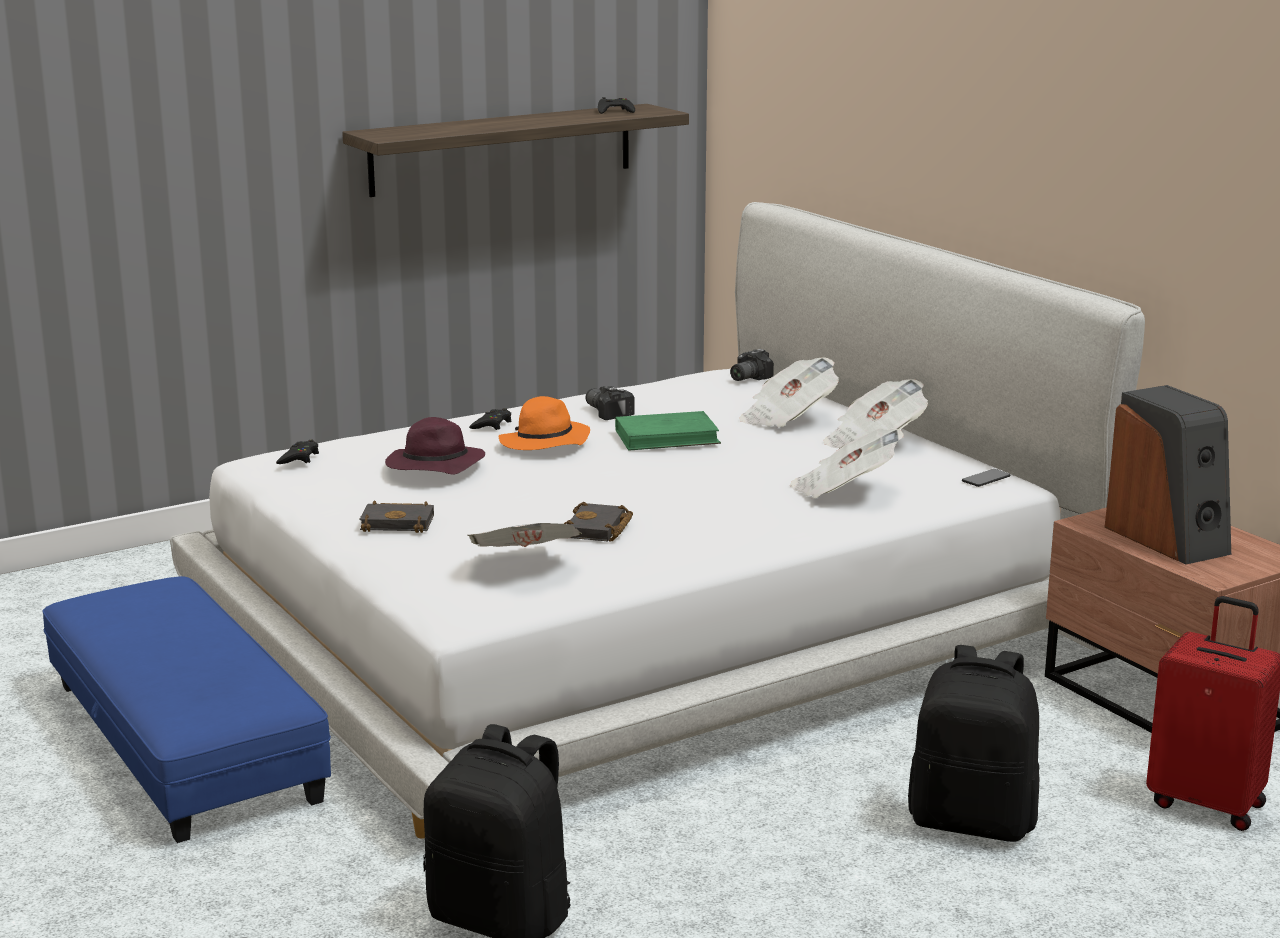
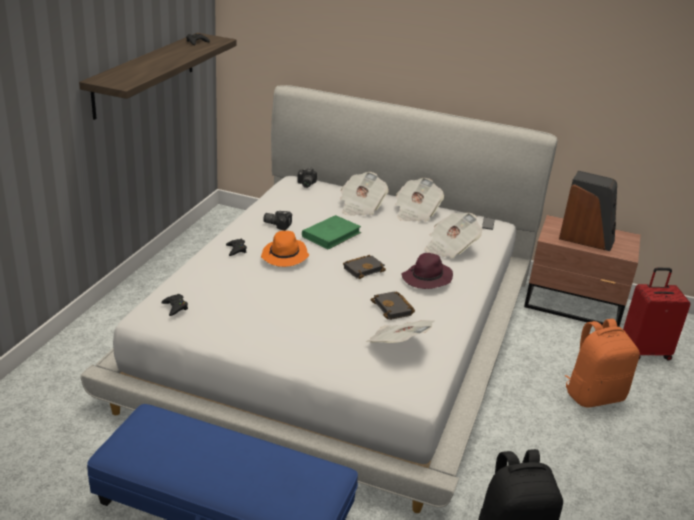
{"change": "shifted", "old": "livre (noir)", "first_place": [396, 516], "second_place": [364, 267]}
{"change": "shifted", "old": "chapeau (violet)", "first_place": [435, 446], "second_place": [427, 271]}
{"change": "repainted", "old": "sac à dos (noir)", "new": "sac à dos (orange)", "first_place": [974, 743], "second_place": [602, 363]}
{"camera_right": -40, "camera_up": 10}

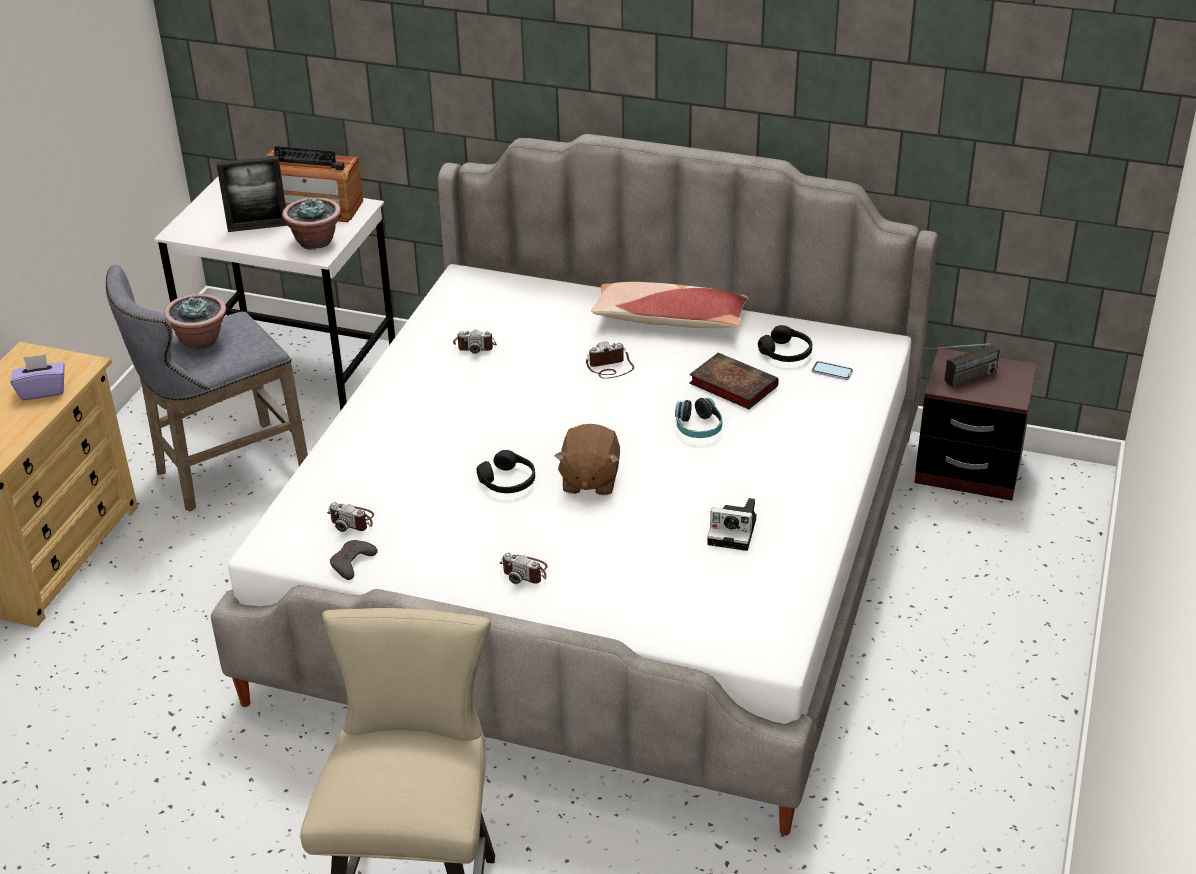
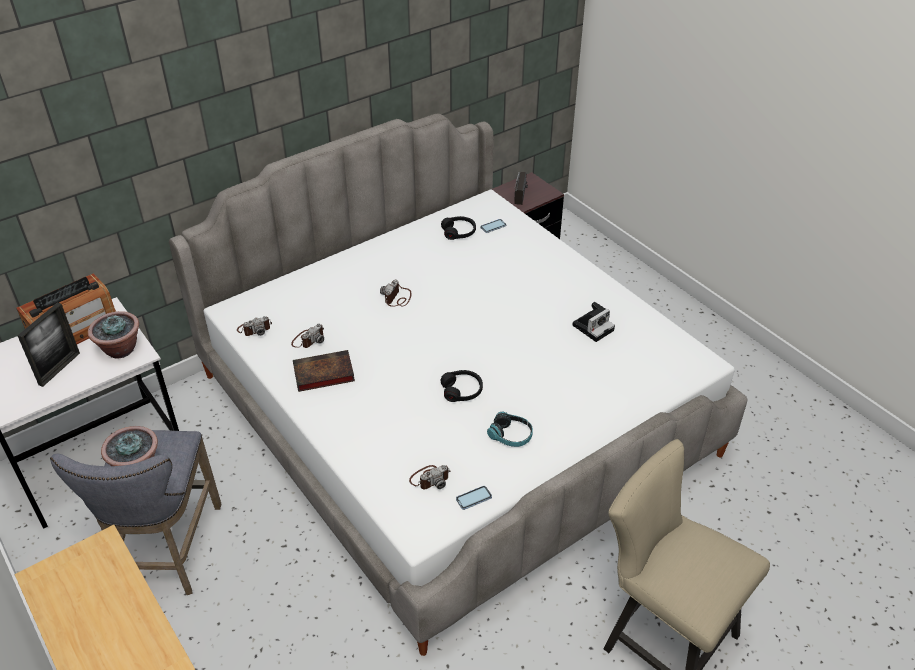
{"change": "shifted", "old": "appareil photo", "first_place": [524, 568], "second_place": [254, 326]}
{"change": "shifted", "old": "livre", "first_place": [734, 380], "second_place": [324, 371]}
{"change": "swapped", "old": "manette (gris)", "new": "téléphone", "first_place": [354, 560], "second_place": [474, 498]}
{"change": "shifted", "old": "casque audio", "first_place": [698, 418], "second_place": [510, 429]}
{"change": "gone", "old": "boîte à mouchoirs (violet)", "first_place": [37, 377]}
{"change": "gone", "old": "peluche (marron)", "first_place": [587, 459]}
{"change": "gone", "old": "coussin", "first_place": [669, 305]}
{"camera_right": -55, "camera_up": 5}

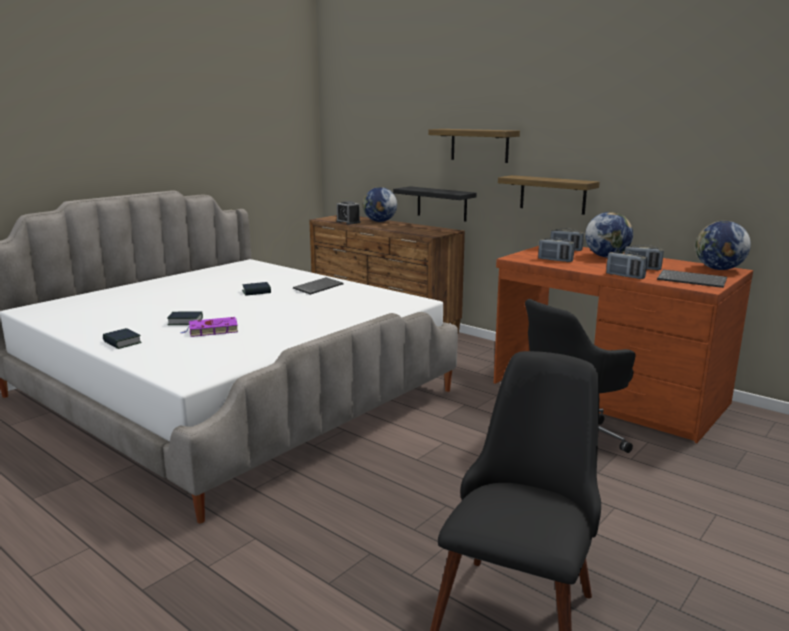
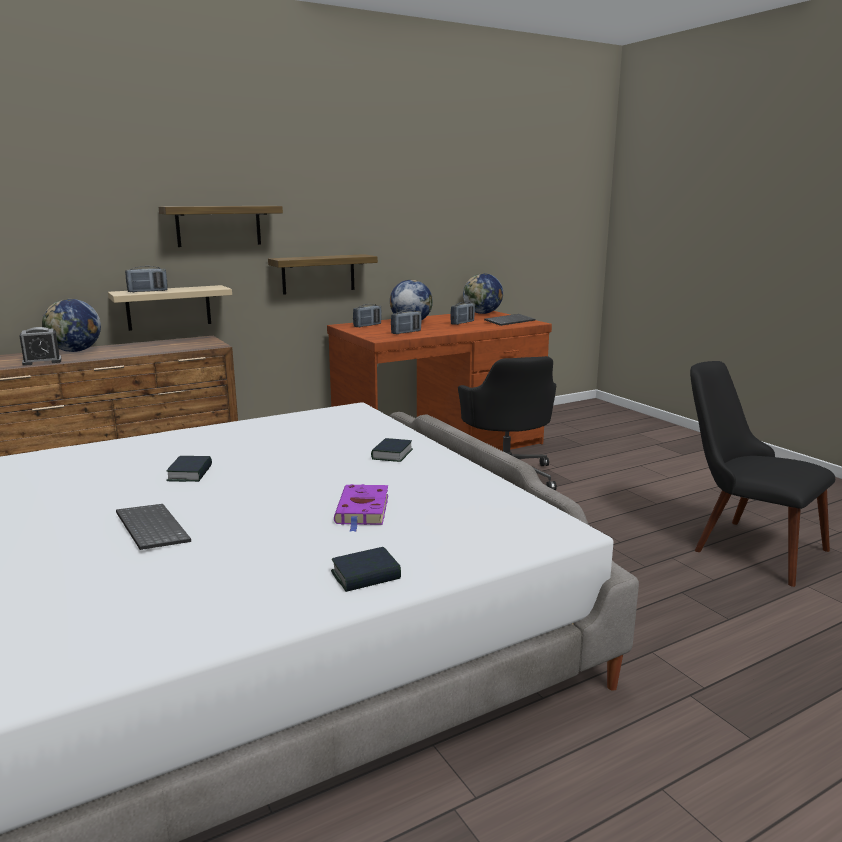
{"change": "repainted", "old": "étagère (noir)", "new": "étagère (beige)", "first_place": [435, 203], "second_place": [170, 308]}
{"change": "shifted", "old": "clavier", "first_place": [318, 286], "second_place": [153, 527]}
{"change": "shifted", "old": "radio", "first_place": [627, 265], "second_place": [146, 279]}
{"change": "shifted", "old": "livre", "first_place": [185, 318], "second_place": [392, 450]}
{"camera_right": -70, "camera_up": 0}

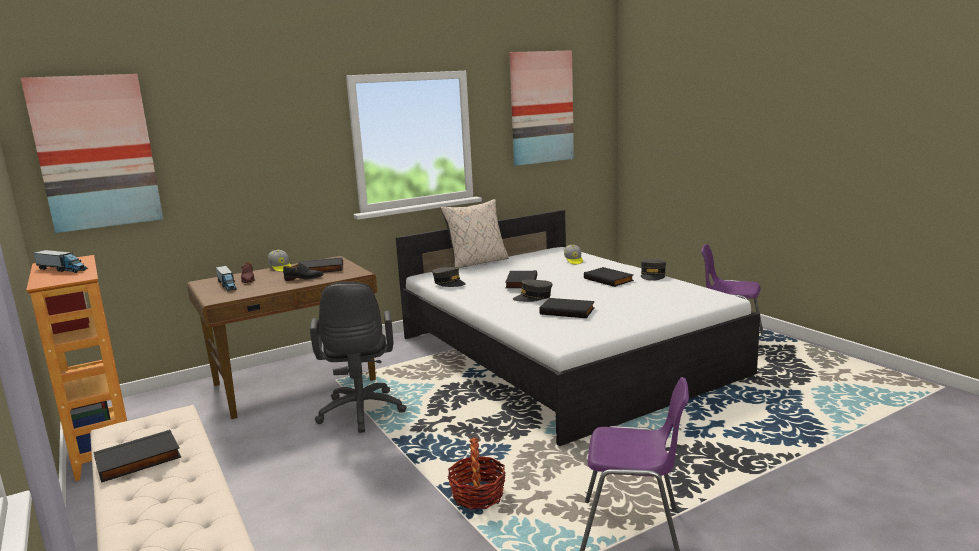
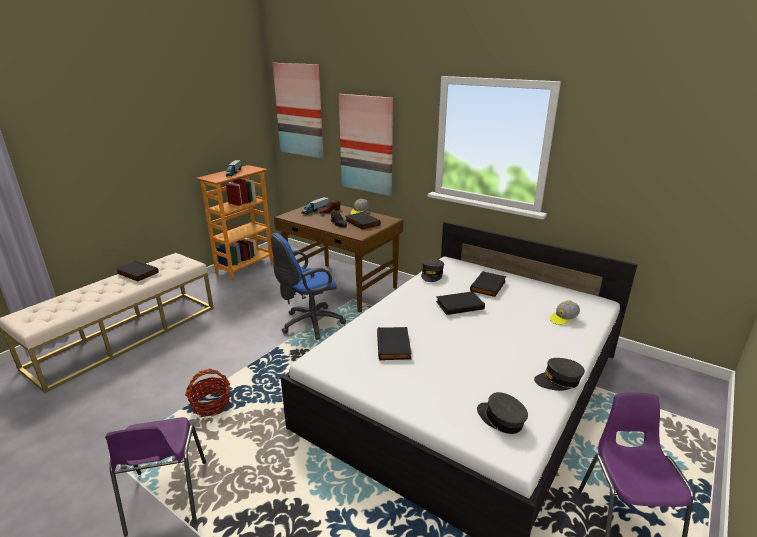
{"change": "repainted", "old": "chaise de bureau (noir)", "new": "chaise de bureau (bleu)", "first_place": [358, 357], "second_place": [308, 286]}
{"change": "shifted", "old": "tableau", "first_place": [541, 108], "second_place": [366, 145]}
{"change": "shifted", "old": "livre (noir)", "first_place": [609, 277], "second_place": [488, 284]}
{"change": "shifted", "old": "casquette (gris)", "first_place": [533, 291], "second_place": [502, 413]}
{"change": "gone", "old": "coussin (beige)", "first_place": [475, 233]}
{"camera_right": 65, "camera_up": 10}

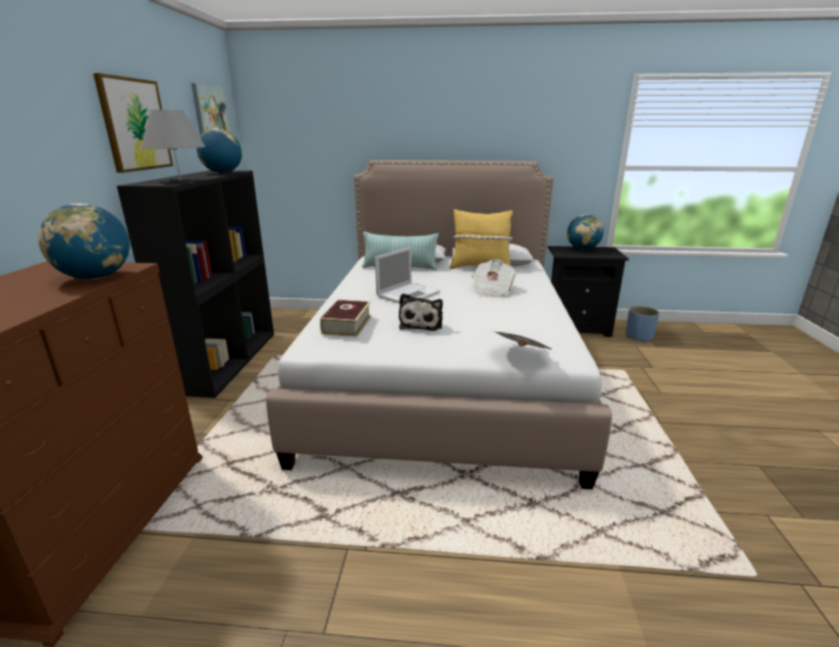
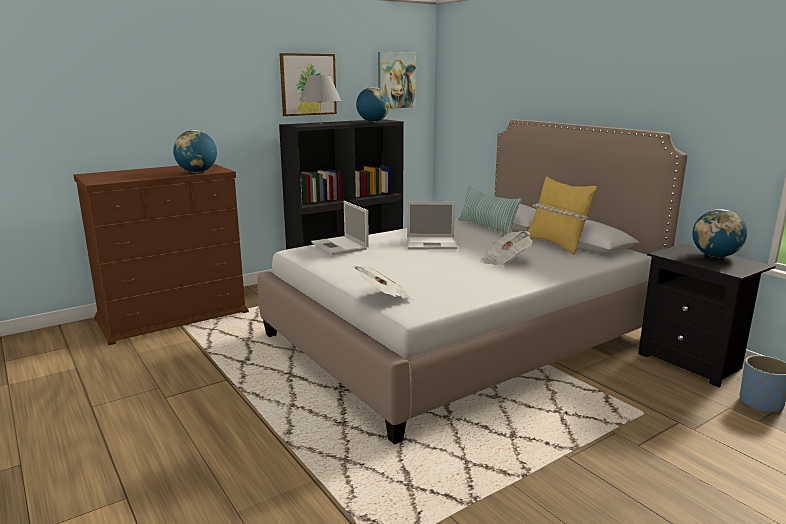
{"change": "swapped", "old": "livre", "new": "ordinateur portable", "first_place": [345, 318], "second_place": [340, 228]}
{"change": "gone", "old": "peluche", "first_place": [421, 312]}
{"camera_right": 50, "camera_up": -5}

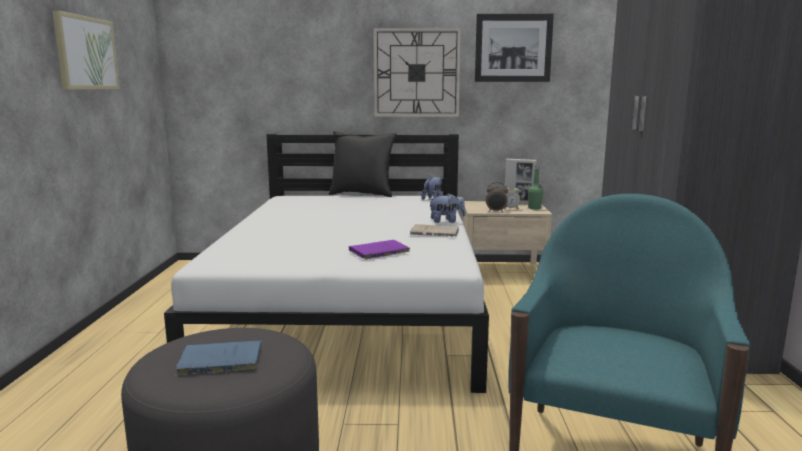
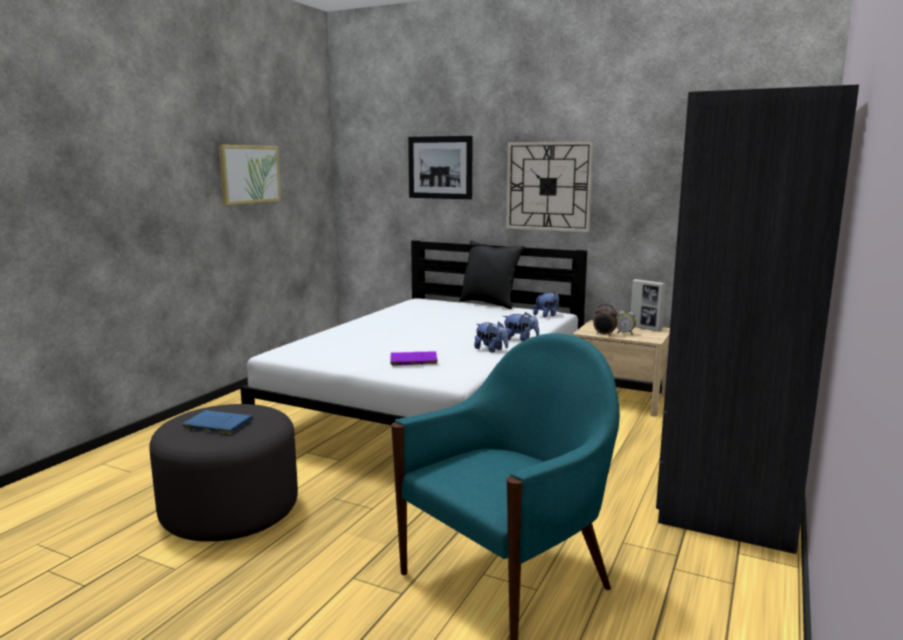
{"change": "shifted", "old": "tableau", "first_place": [514, 48], "second_place": [440, 167]}
{"change": "swapped", "old": "livre (beige)", "new": "peluche", "first_place": [434, 230], "second_place": [491, 337]}
{"change": "gone", "old": "bouteille (vert)", "first_place": [535, 187]}
{"camera_right": 25, "camera_up": 0}

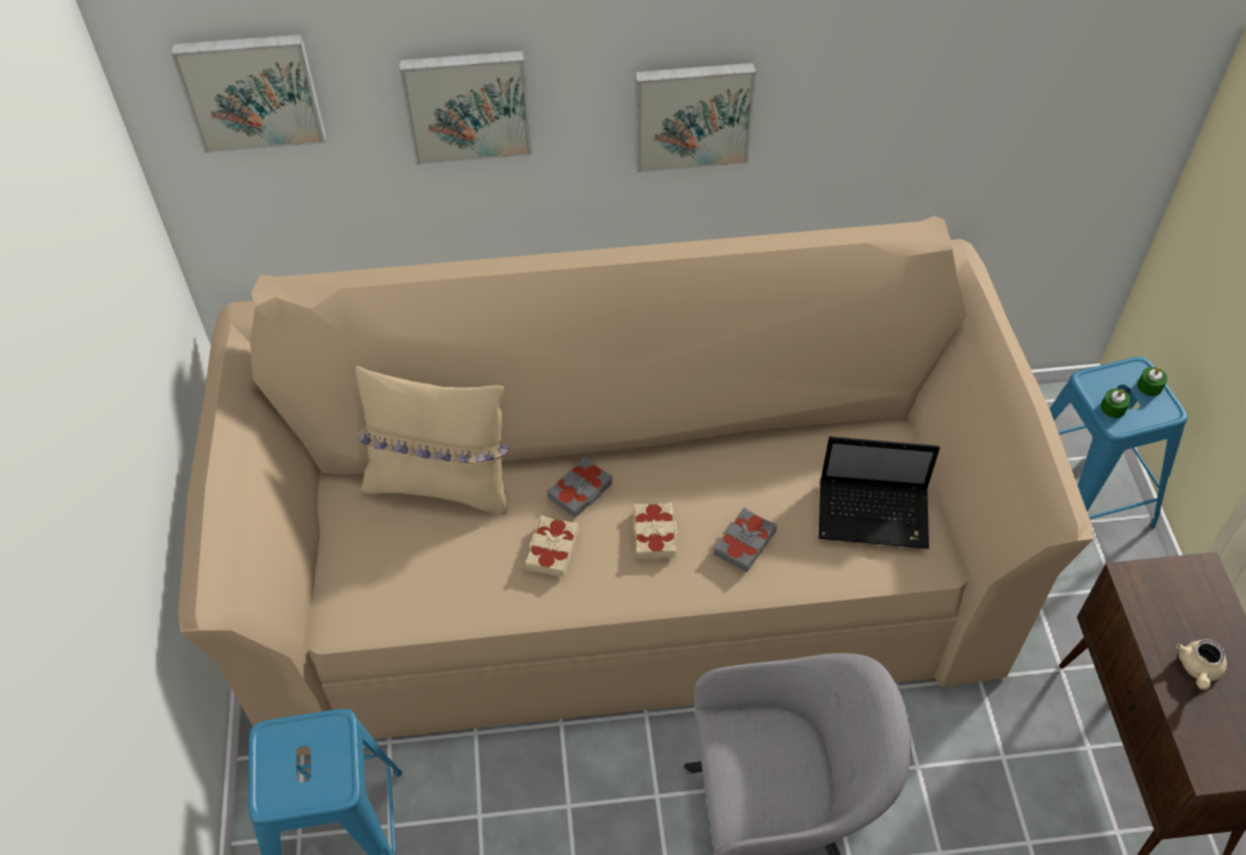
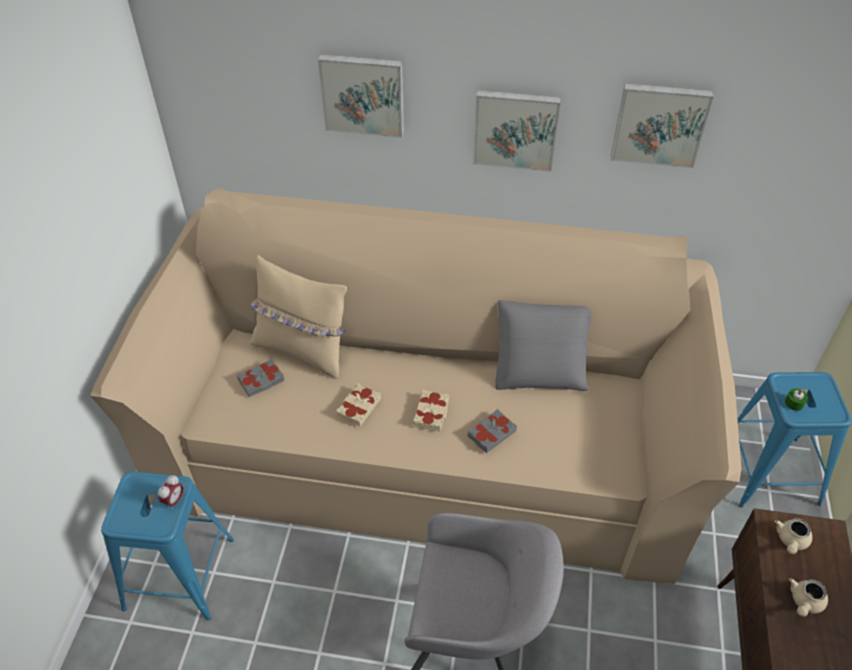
{"change": "new", "new": "réveil", "second_place": [171, 492]}
{"change": "shifted", "old": "livre (gris)", "first_place": [579, 487], "second_place": [261, 377]}
{"change": "new", "new": "coussin (gris)", "second_place": [543, 345]}
{"change": "shifted", "old": "tableau", "first_place": [248, 93], "second_place": [662, 125]}
{"change": "new", "new": "théière (beige)", "second_place": [793, 536]}
{"change": "gone", "old": "ordinateur portable", "first_place": [879, 492]}
{"change": "gone", "old": "bougie (vert)", "first_place": [1152, 381]}
{"camera_right": 15, "camera_up": -5}

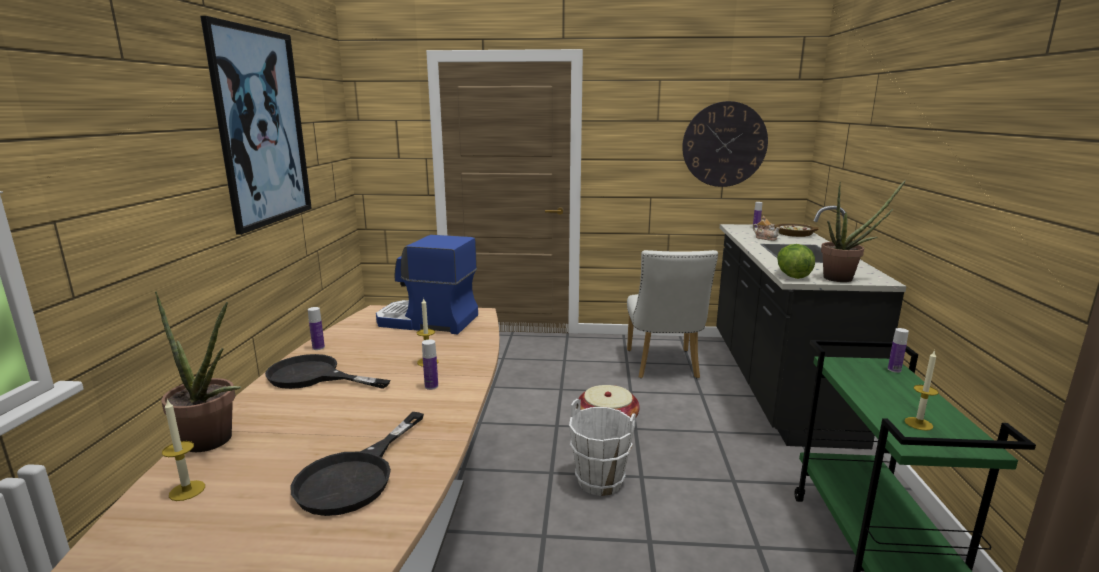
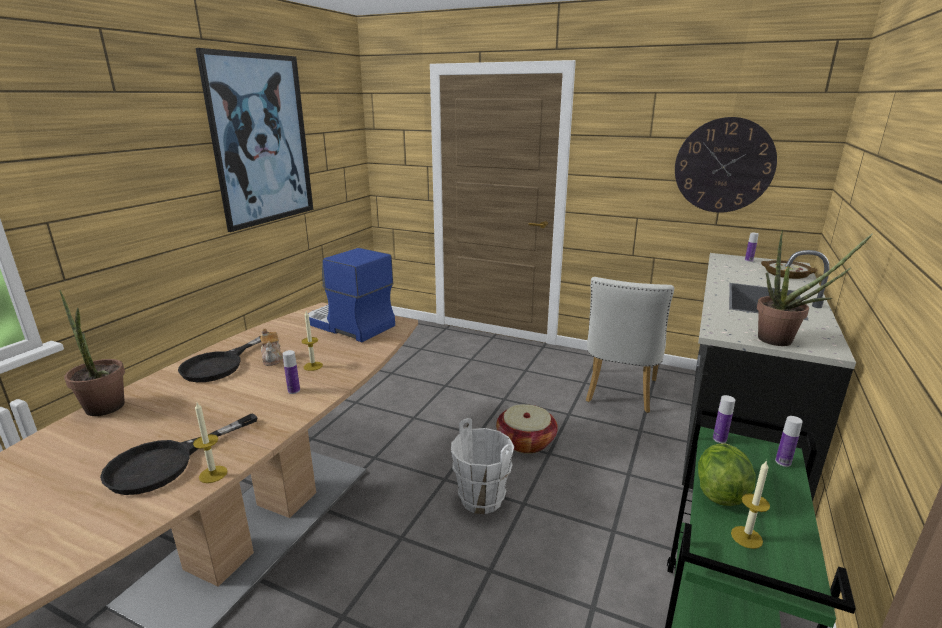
{"change": "rotated", "old": "poêle (noir)", "first_place": [327, 371], "second_place": [223, 357], "degrees": -105}
{"change": "shifted", "old": "bougie", "first_place": [183, 450], "second_place": [210, 442]}
{"change": "shifted", "old": "théière", "first_place": [766, 228], "second_place": [271, 347]}
{"change": "shifted", "old": "laitue", "first_place": [796, 261], "second_place": [726, 474]}
{"change": "shifted", "old": "bouteille", "first_place": [316, 328], "second_place": [724, 419]}
{"camera_right": 20, "camera_up": 5}

